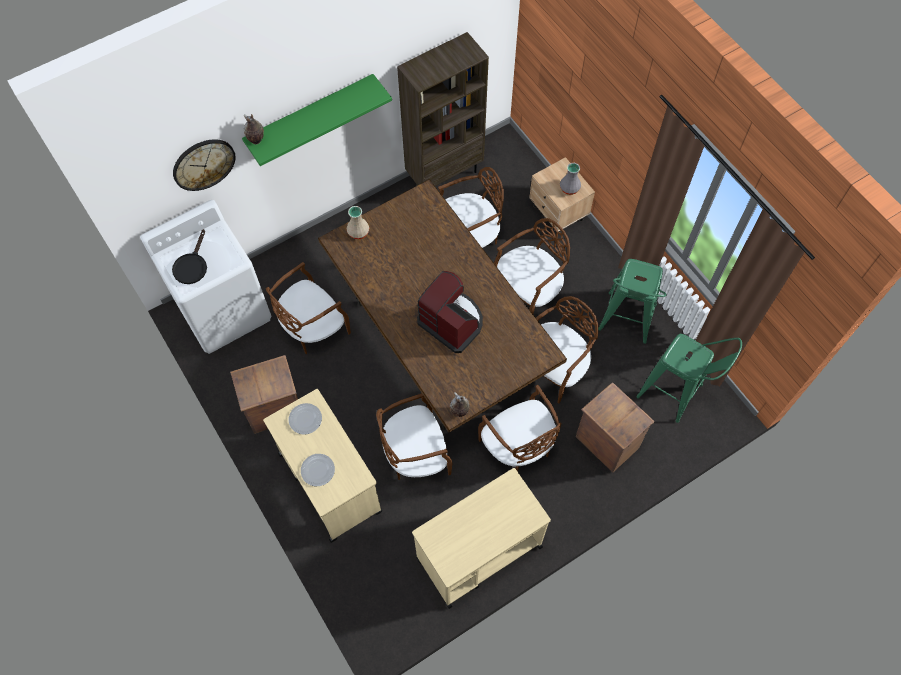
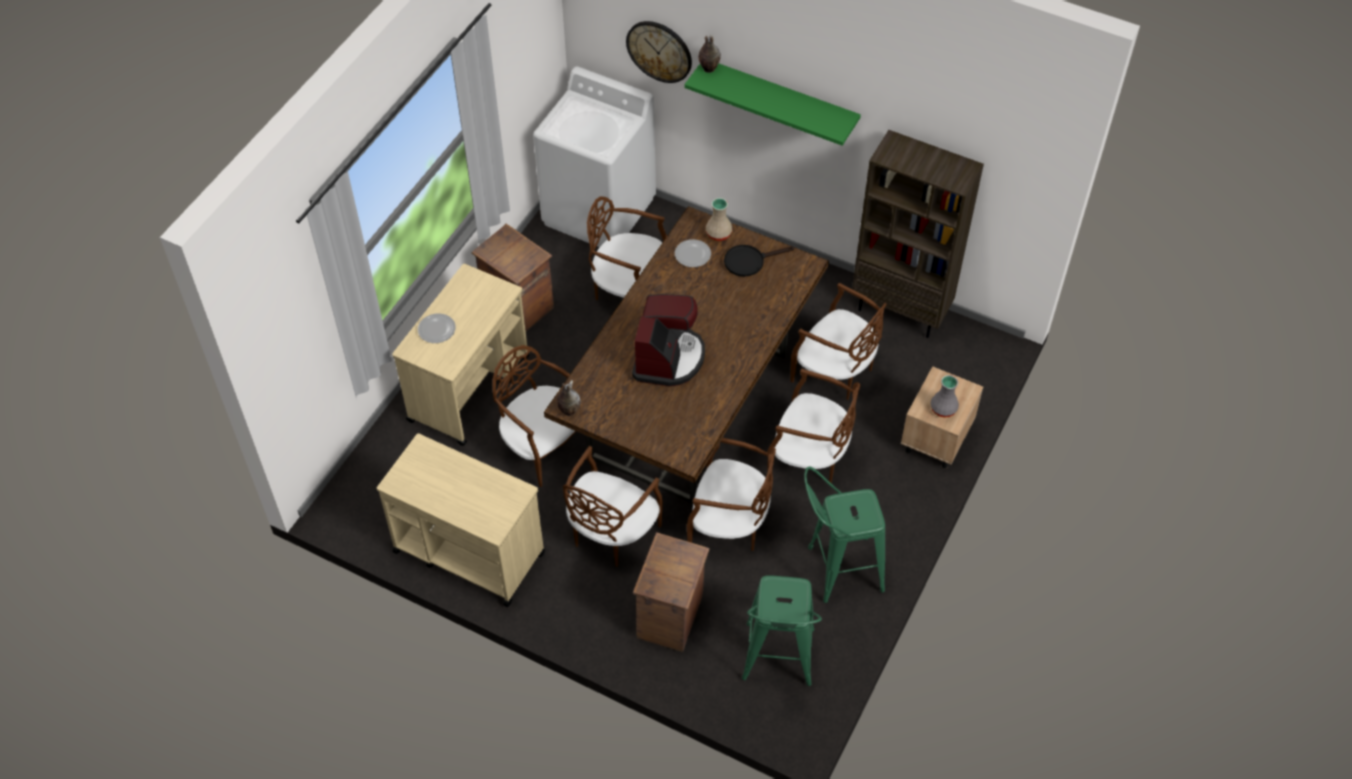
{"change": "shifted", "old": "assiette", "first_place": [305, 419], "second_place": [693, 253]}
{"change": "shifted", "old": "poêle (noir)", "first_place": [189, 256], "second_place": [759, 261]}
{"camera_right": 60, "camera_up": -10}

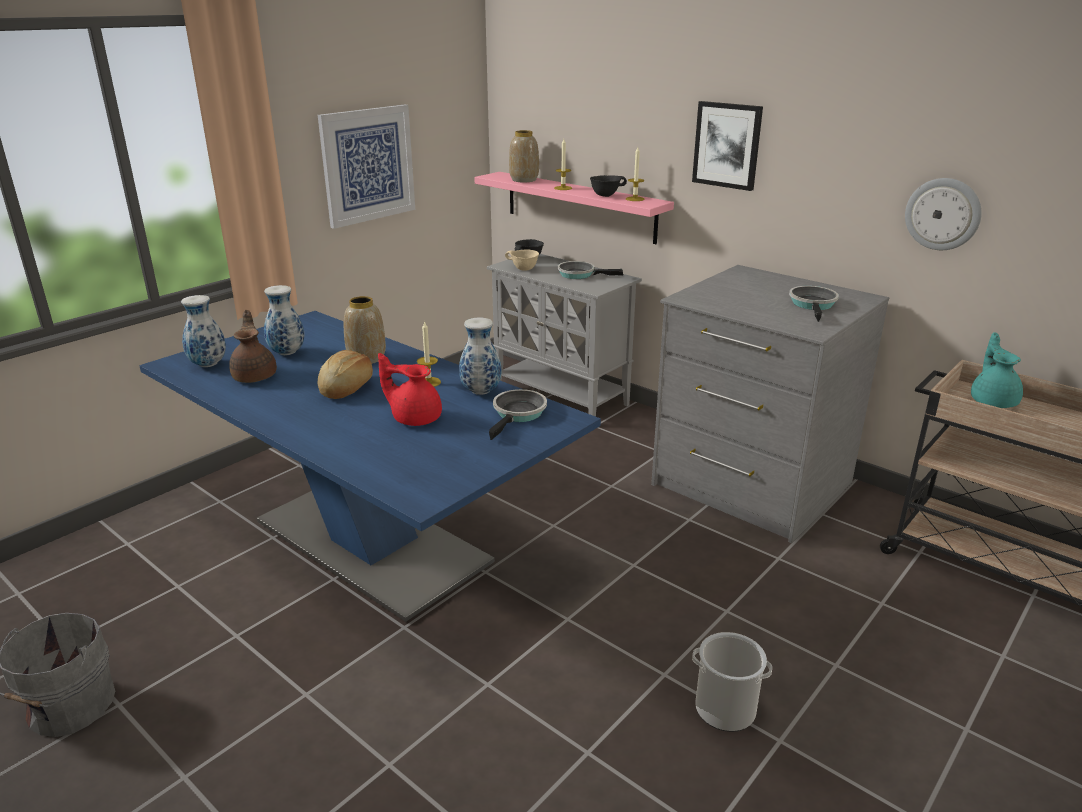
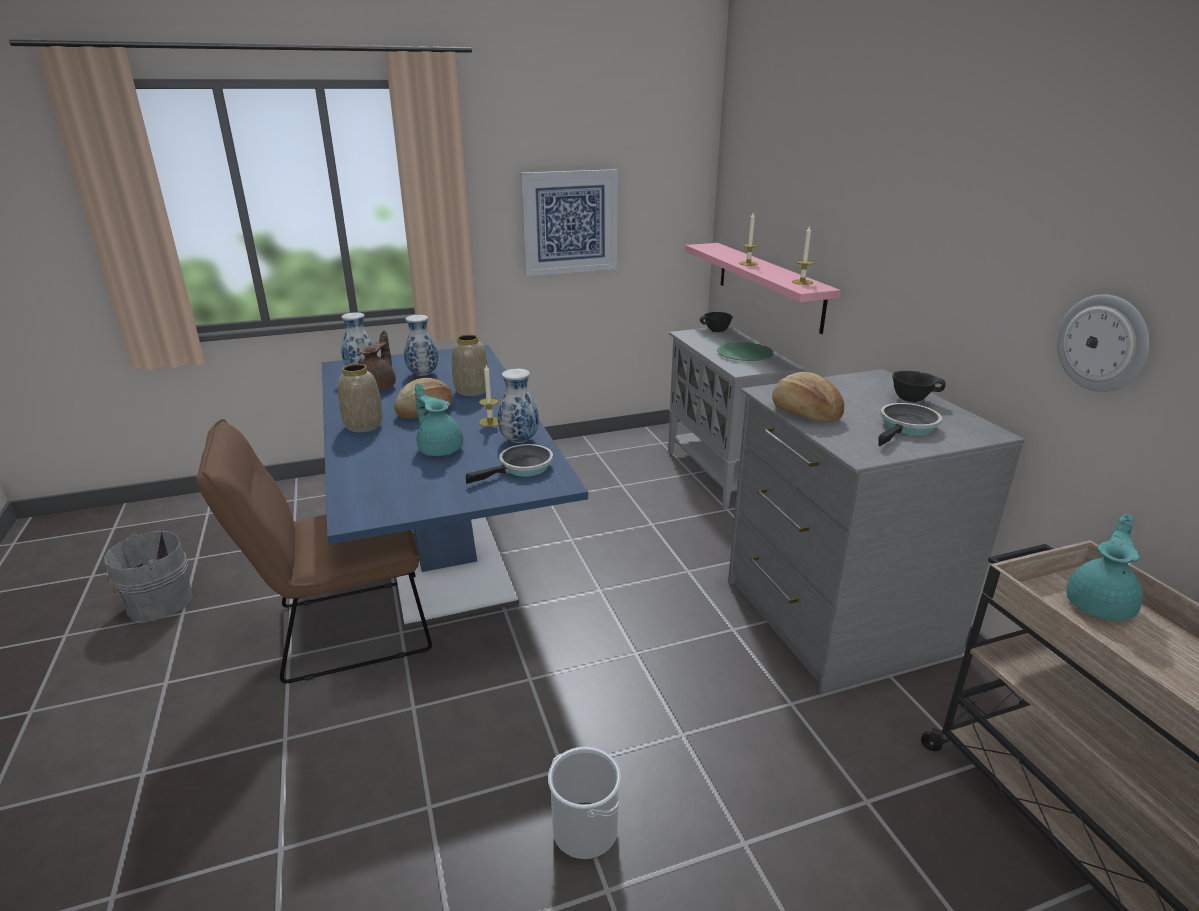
{"change": "new", "new": "chaise (marron)", "second_place": [314, 551]}
{"change": "shifted", "old": "vase", "first_place": [524, 156], "second_place": [360, 398]}
{"change": "repainted", "old": "théière (rouge)", "new": "théière (turquoise)", "first_place": [410, 389], "second_place": [439, 419]}
{"change": "swapped", "old": "poêle", "new": "assiette (vert)", "first_place": [590, 270], "second_place": [745, 351]}
{"change": "new", "new": "pain", "second_place": [808, 397]}
{"change": "shifted", "old": "bol (noir)", "first_place": [608, 186], "second_place": [919, 386]}
{"change": "gone", "old": "bol (beige)", "first_place": [522, 260]}
{"change": "gone", "old": "tableau", "first_place": [727, 146]}
{"camera_right": 30, "camera_up": 0}

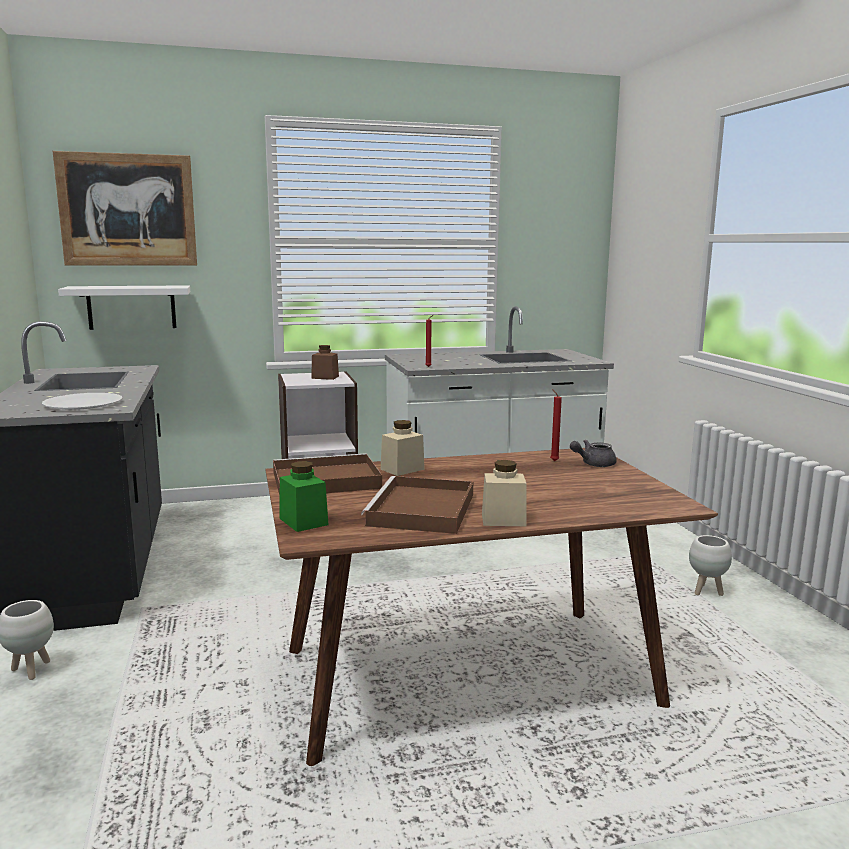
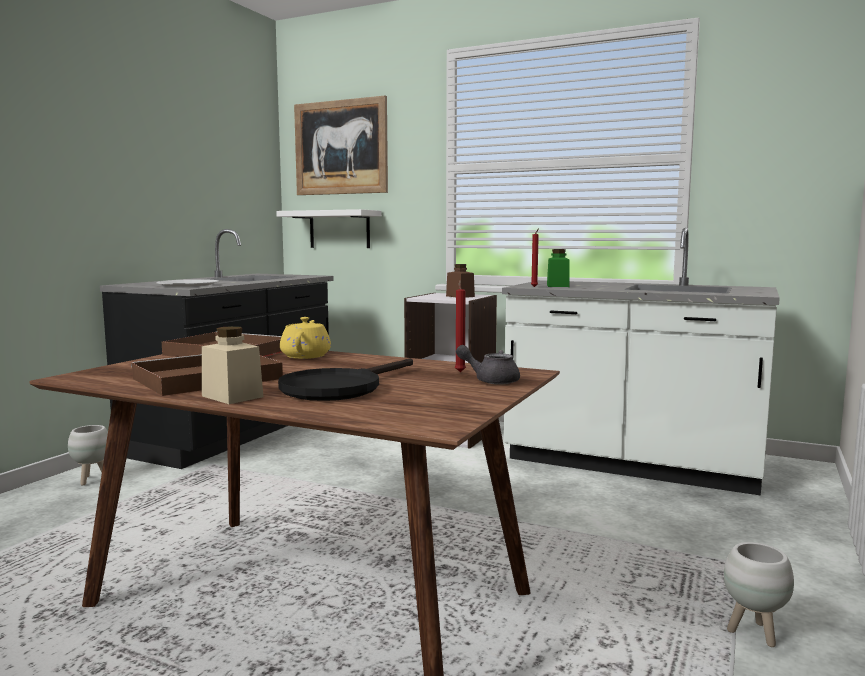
{"change": "new", "new": "poêle (noir)", "second_place": [345, 379]}
{"change": "swapped", "old": "bocal (beige)", "new": "théière (jaune)", "first_place": [402, 448], "second_place": [305, 338]}
{"change": "shifted", "old": "bocal (vert)", "first_place": [304, 496], "second_place": [558, 268]}
{"camera_right": 40, "camera_up": -5}

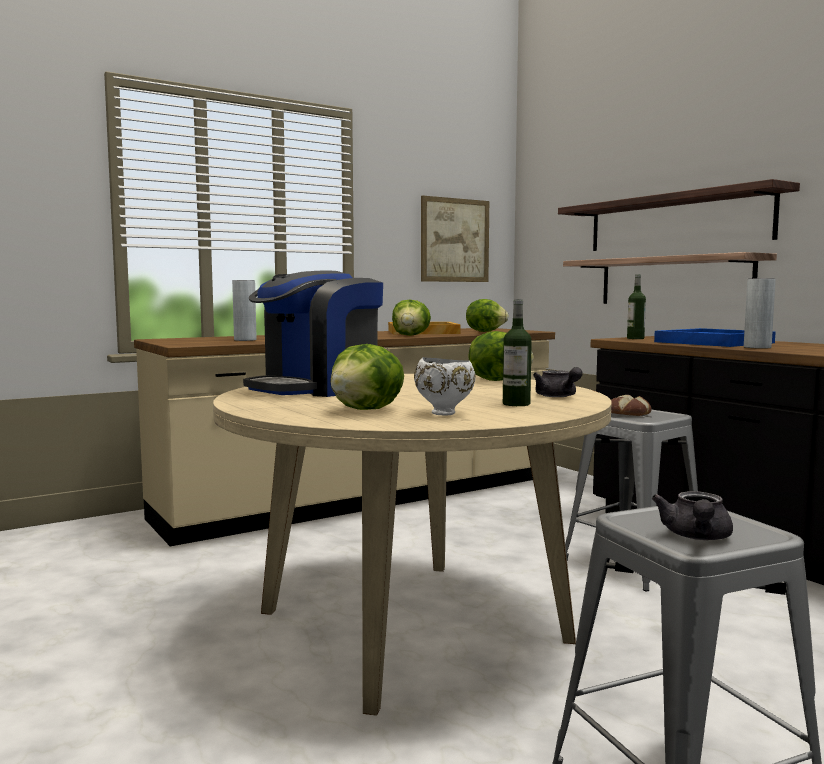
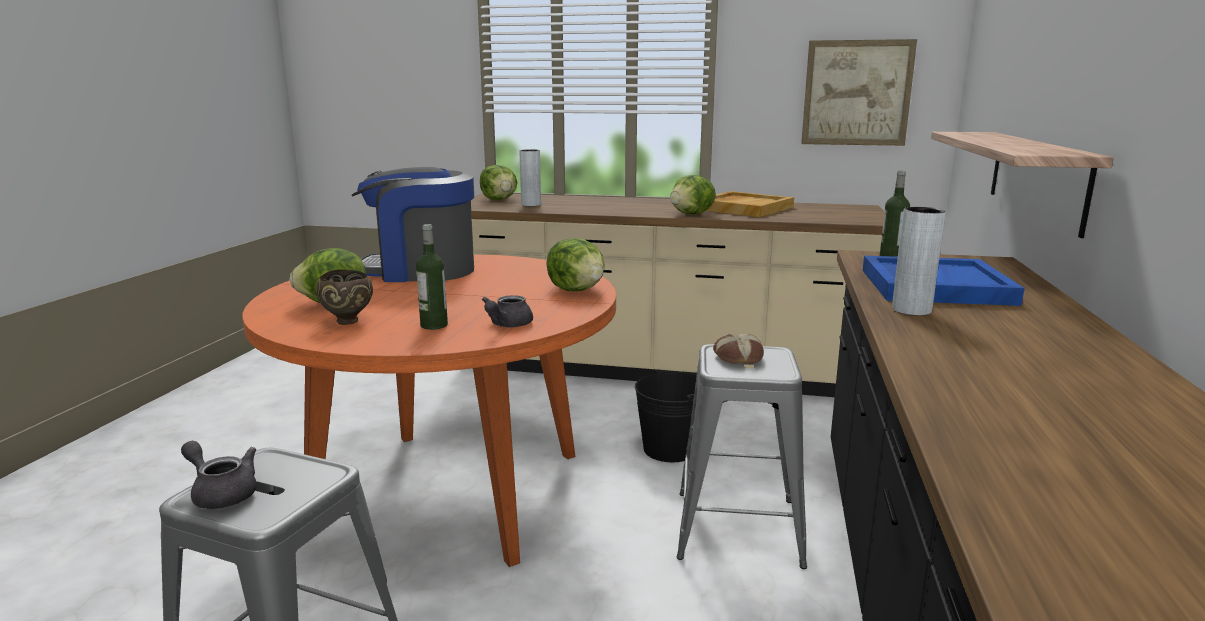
{"change": "rotated", "old": "théière (gris)", "first_place": [692, 515], "second_place": [219, 475], "degrees": 60}
{"change": "repainted", "old": "table à manger (beige)", "new": "table à manger (orange)", "first_place": [412, 545], "second_place": [429, 411]}
{"change": "repainted", "old": "bol (blanc)", "new": "bol (marron)", "first_place": [444, 386], "second_place": [344, 297]}
{"change": "shifted", "old": "laitue", "first_place": [487, 315], "second_place": [498, 182]}
{"change": "new", "new": "seau (noir)", "second_place": [666, 416]}
{"change": "gone", "old": "étagère", "first_place": [679, 215]}
{"camera_right": 45, "camera_up": 10}

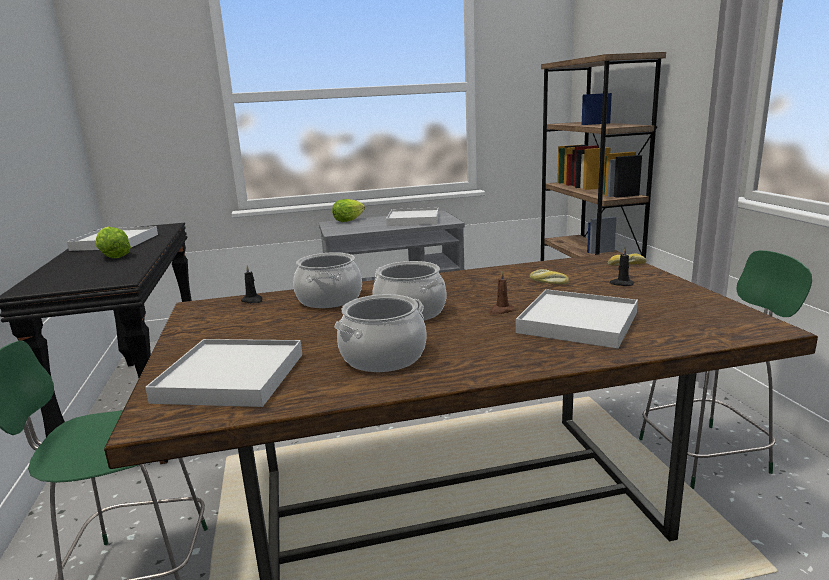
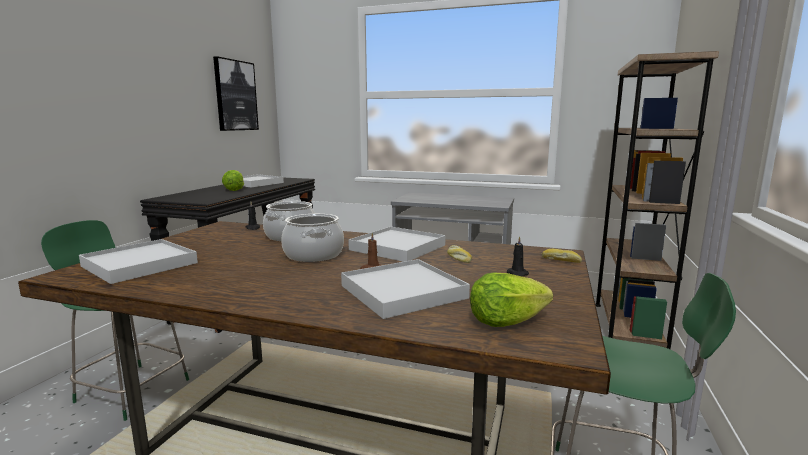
{"change": "new", "new": "tableau", "second_place": [236, 93]}
{"change": "shifted", "old": "plateau (blanc)", "first_place": [412, 216], "second_place": [397, 244]}
{"change": "shifted", "old": "laitue", "first_place": [348, 210], "second_place": [511, 300]}
{"change": "gone", "old": "marmite", "first_place": [380, 333]}
{"camera_right": 30, "camera_up": -5}

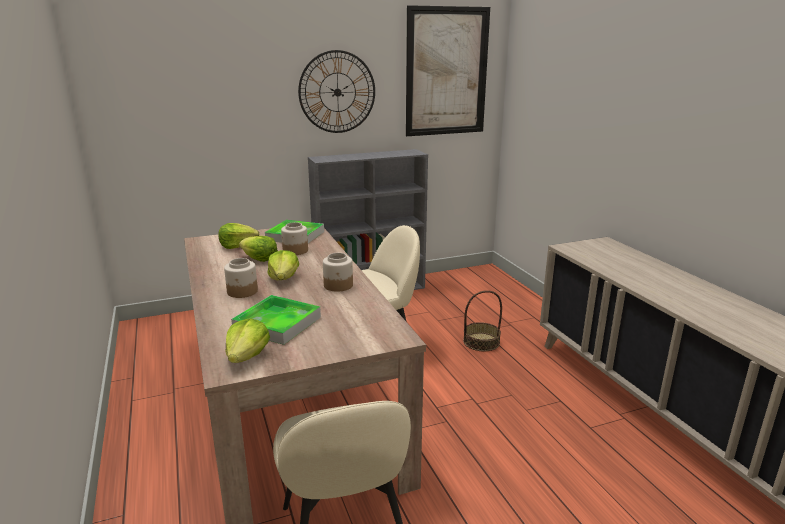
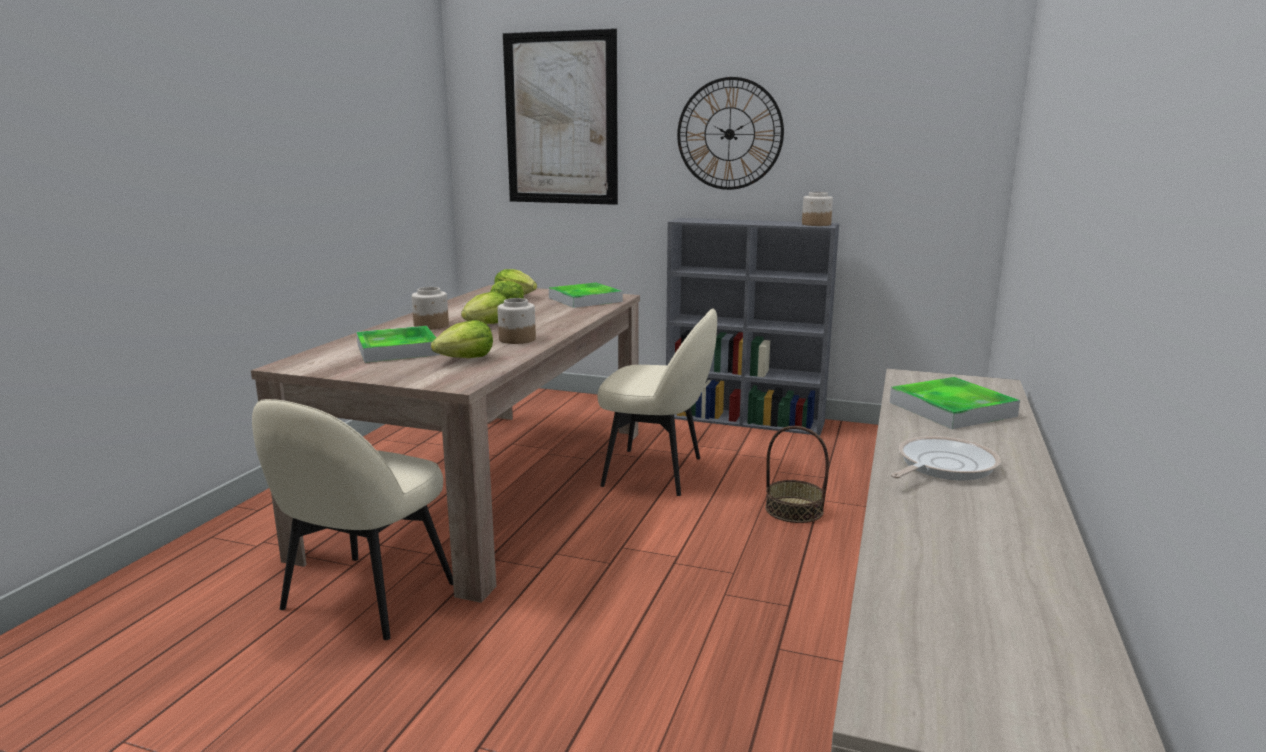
{"change": "shifted", "old": "laitue", "first_place": [248, 340], "second_place": [462, 339]}
{"change": "shifted", "old": "tableau", "first_place": [448, 70], "second_place": [560, 116]}
{"change": "shifted", "old": "bocal", "first_place": [294, 238], "second_place": [817, 209]}
{"change": "new", "new": "plateau", "second_place": [955, 403]}
{"change": "new", "new": "poêle", "second_place": [946, 458]}
{"camera_right": 40, "camera_up": -5}

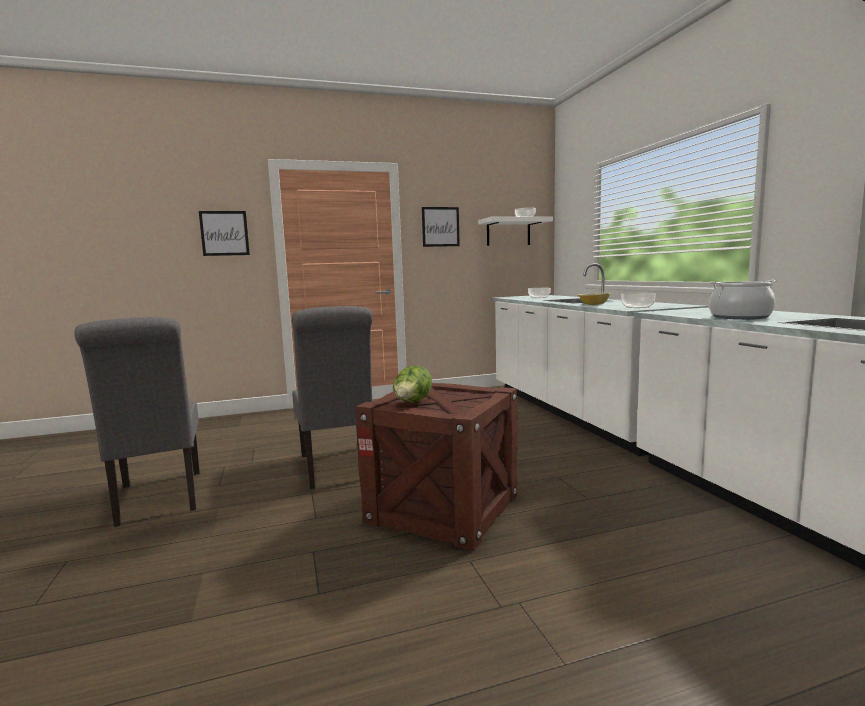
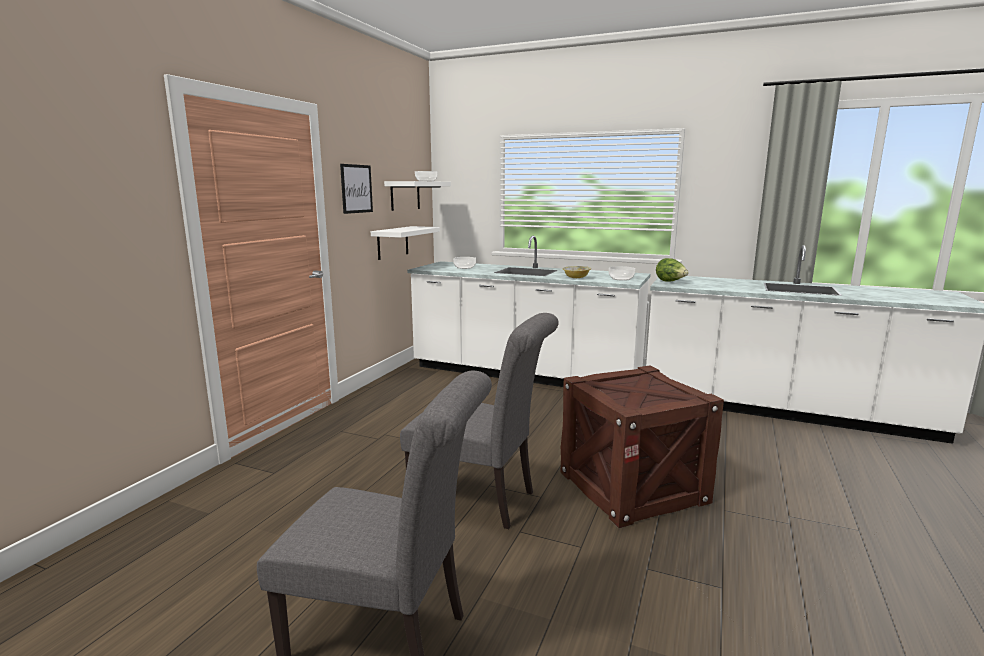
{"change": "new", "new": "étagère (blanc)", "second_place": [405, 243]}
{"change": "shifted", "old": "laitue", "first_place": [412, 384], "second_place": [672, 270]}
{"change": "gone", "old": "tableau", "first_place": [224, 233]}
{"change": "gone", "old": "marmite", "first_place": [743, 300]}
{"camera_right": -50, "camera_up": 5}

